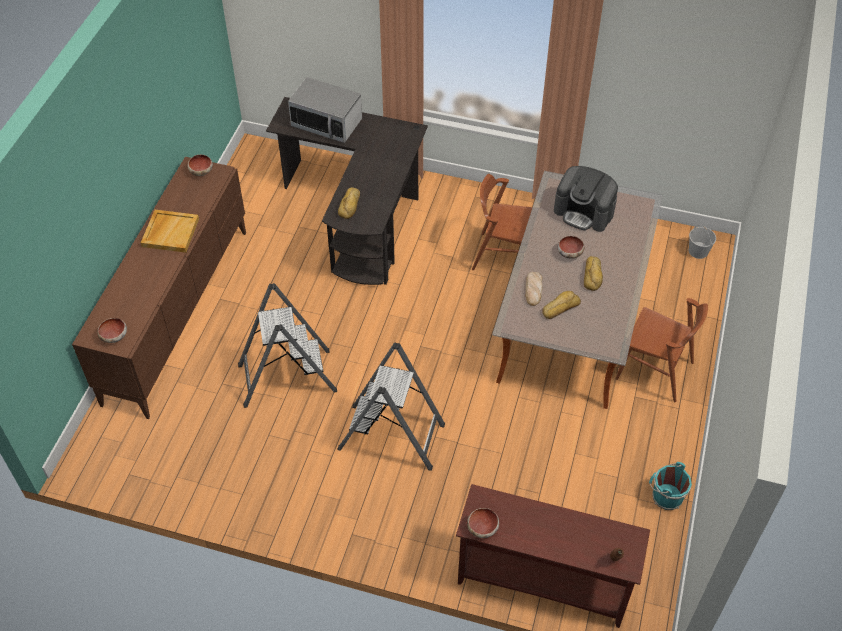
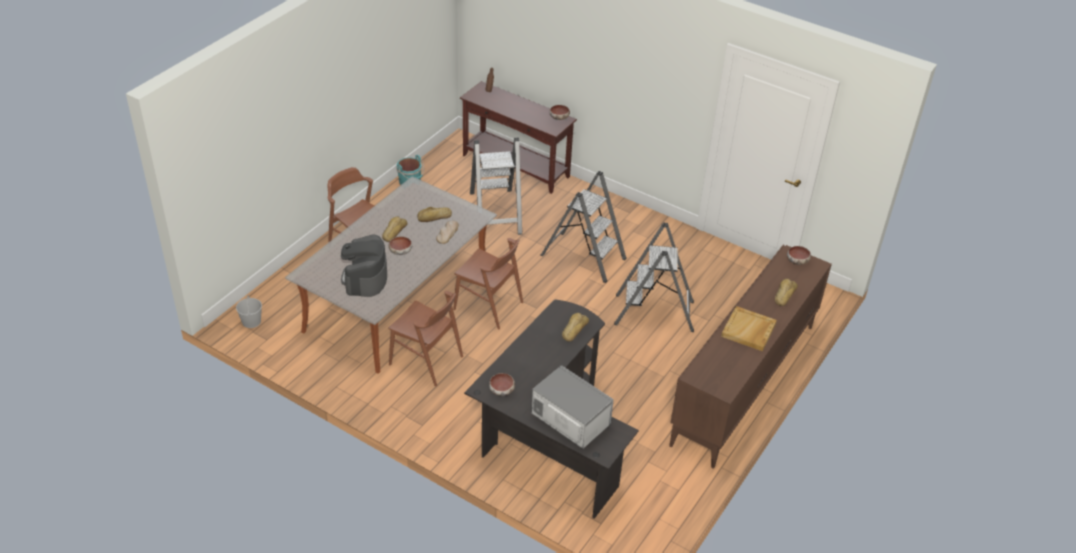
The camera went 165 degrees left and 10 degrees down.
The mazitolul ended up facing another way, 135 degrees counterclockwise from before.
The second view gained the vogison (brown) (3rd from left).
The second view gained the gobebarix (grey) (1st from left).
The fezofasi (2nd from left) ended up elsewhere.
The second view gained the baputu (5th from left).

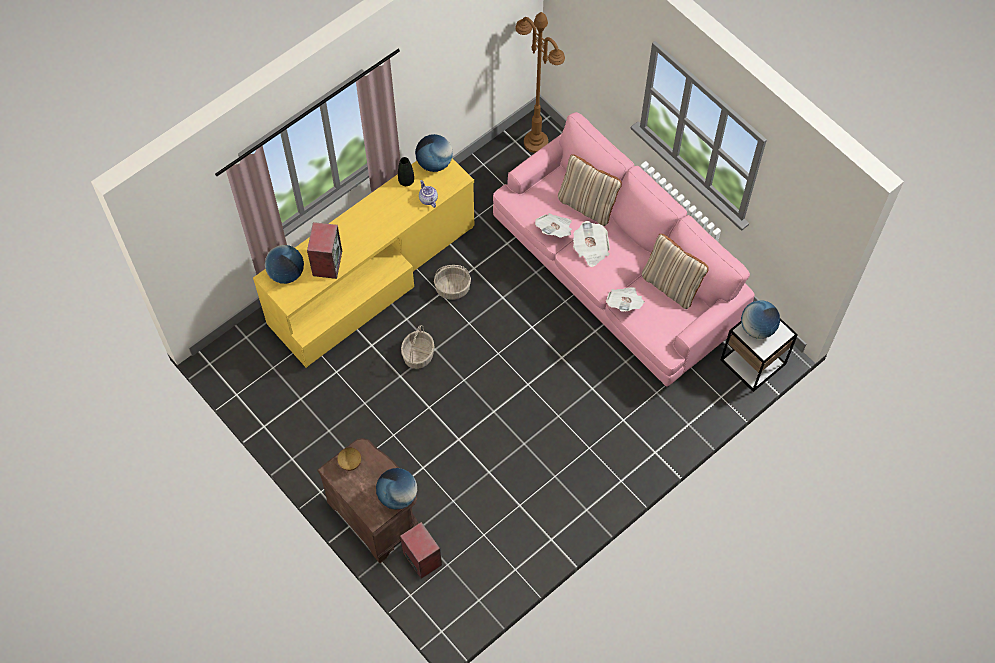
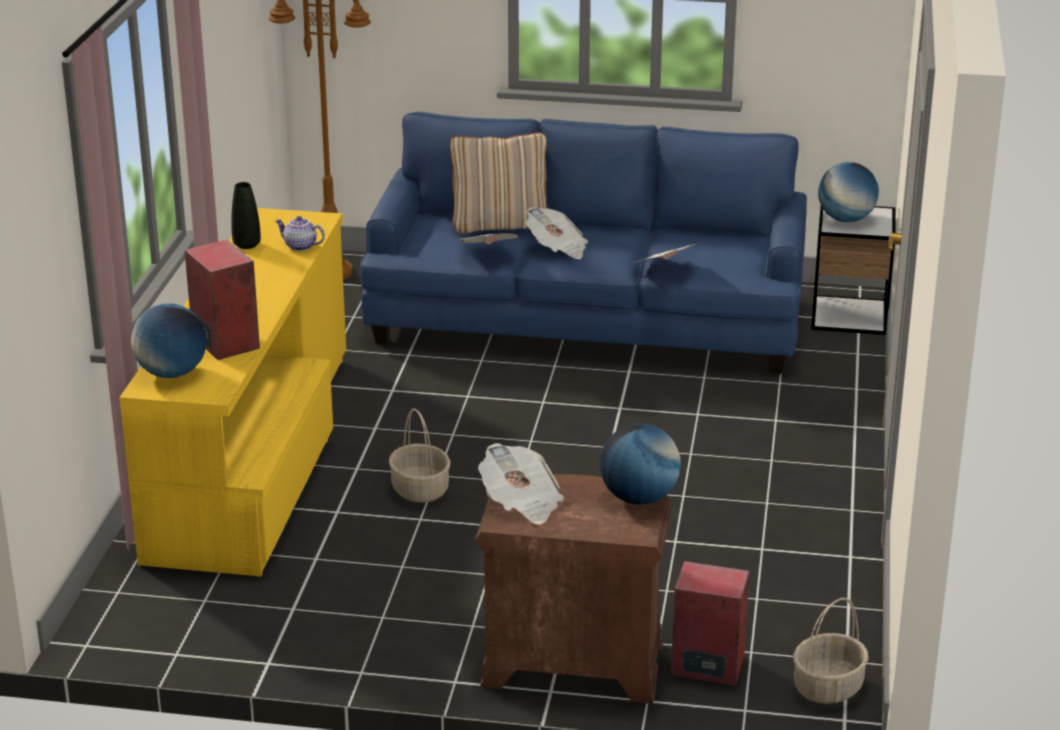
The camera went 40 degrees left and 35 degrees down.
What was the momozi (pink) turned into the momozi (blue).
Where the fezofasi stood, the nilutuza (2nd from left) came to stand.
The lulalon (2nd from left) ended up elsewhere.
The second view lost the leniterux (3rd from left).
The second view lost the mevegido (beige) (2nd from left).

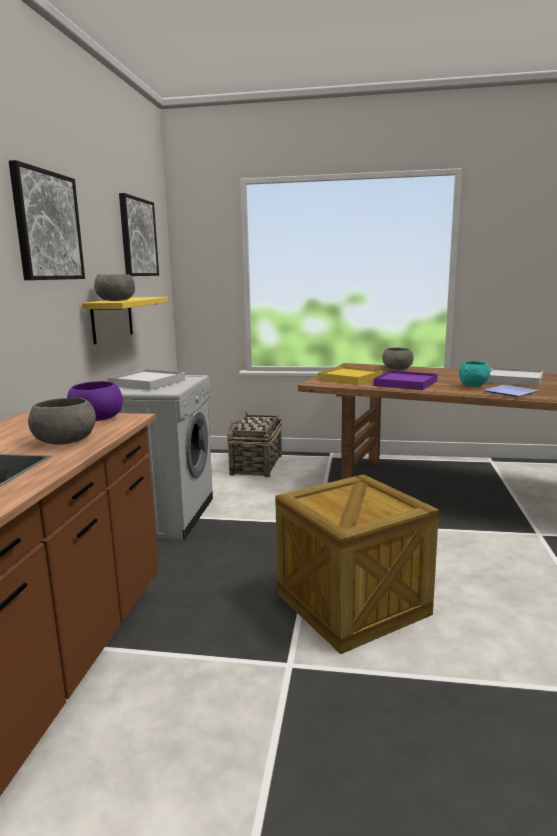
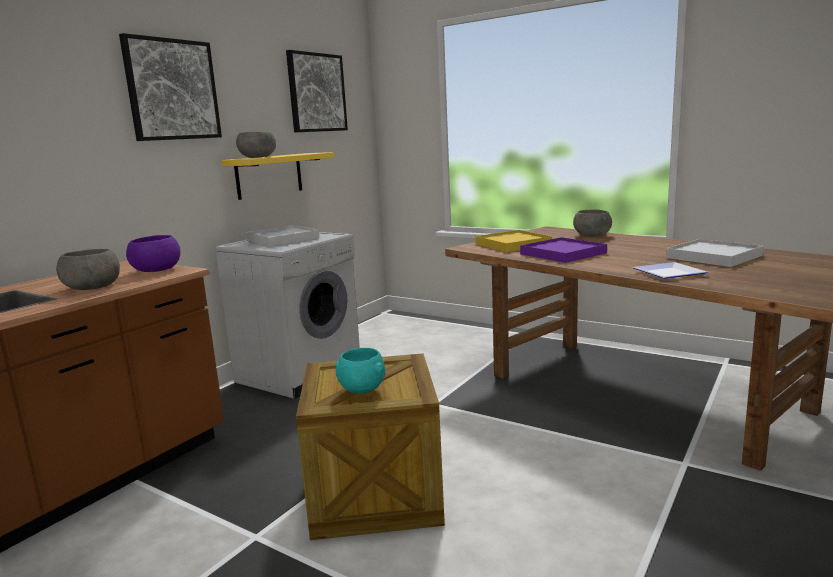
The camera went 25 degrees right and 0 degrees up.
The fezofasi (turquoise) ended up elsewhere.
The second view lost the lulalon.

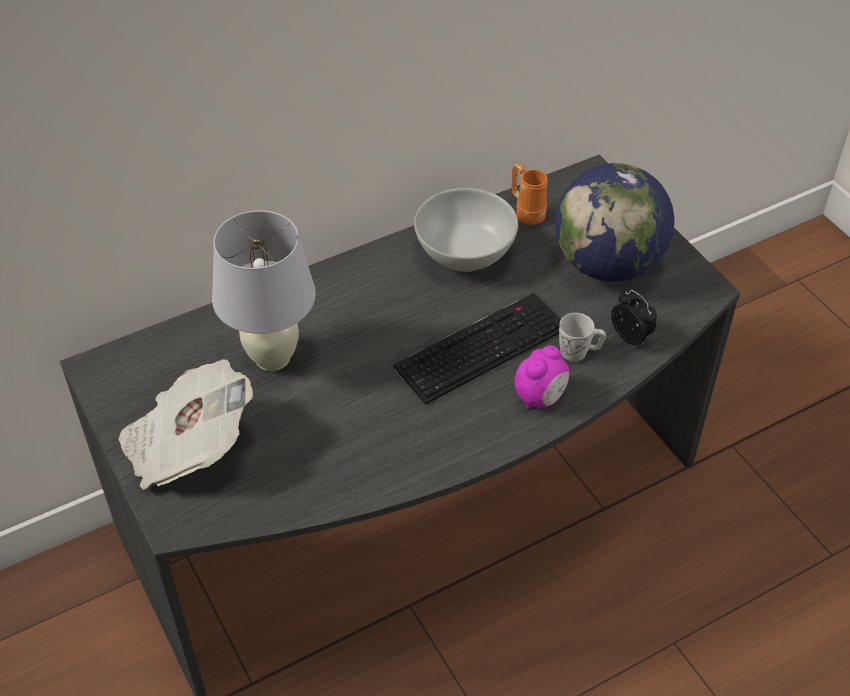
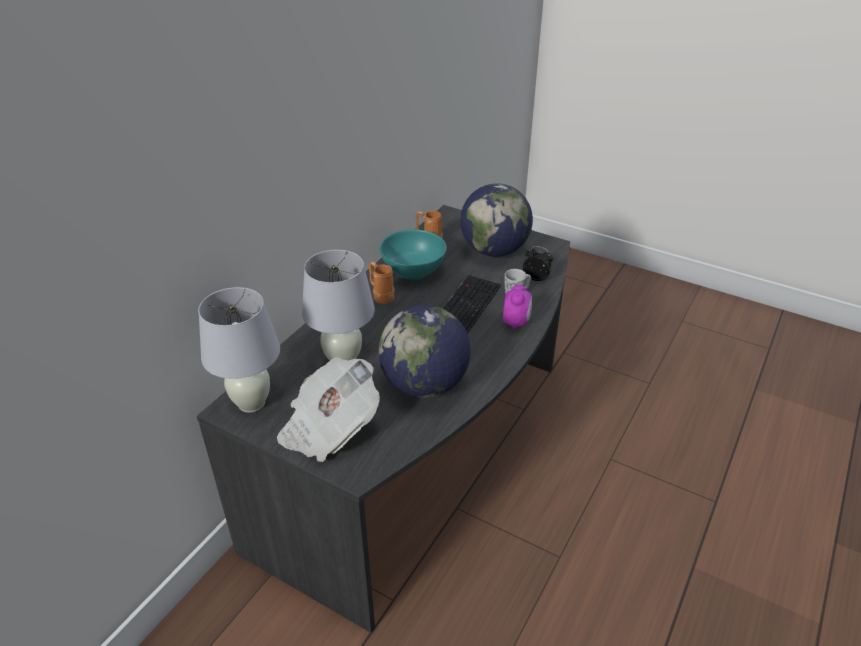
The camera went 30 degrees left and 10 degrees down.
The second view gained the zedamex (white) (1st from left).
The second view gained the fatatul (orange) (1st from left).
What was the fezofasi (white) turned into the fezofasi (turquoise).
The second view gained the leniterux (1st from left).

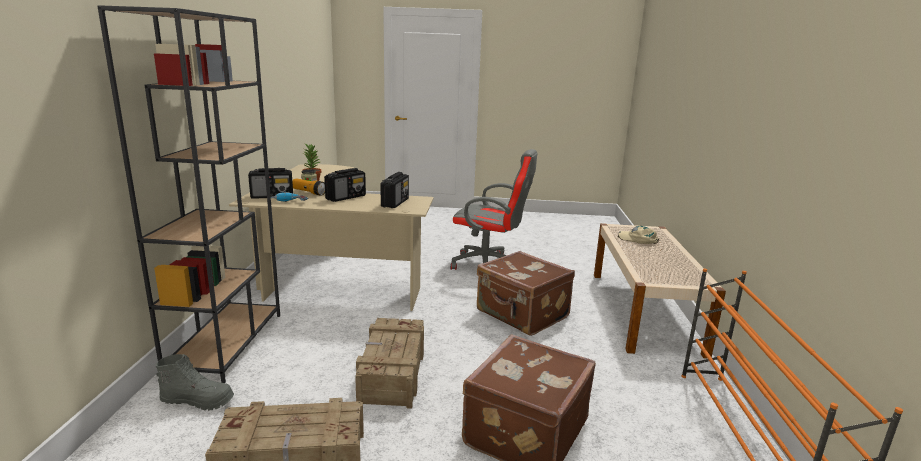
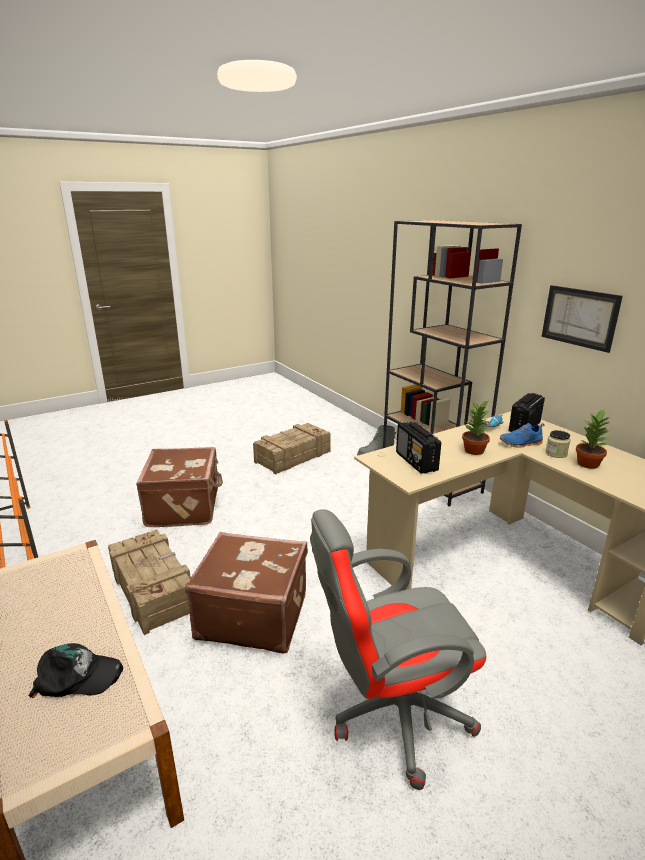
The camera went 145 degrees right and 5 degrees up.
What was the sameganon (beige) turned into the sameganon (black).
The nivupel (2nd from left in the first image) ended up elsewhere.
Where the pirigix (2nd from left) stood, the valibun (1st from left) came to stand.
Where the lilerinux stood, the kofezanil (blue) came to stand.
The second view gained the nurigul.

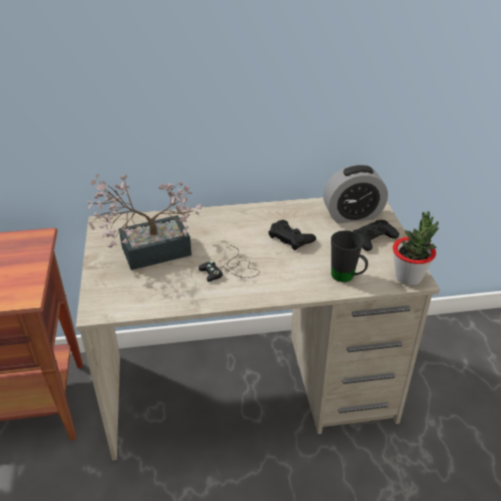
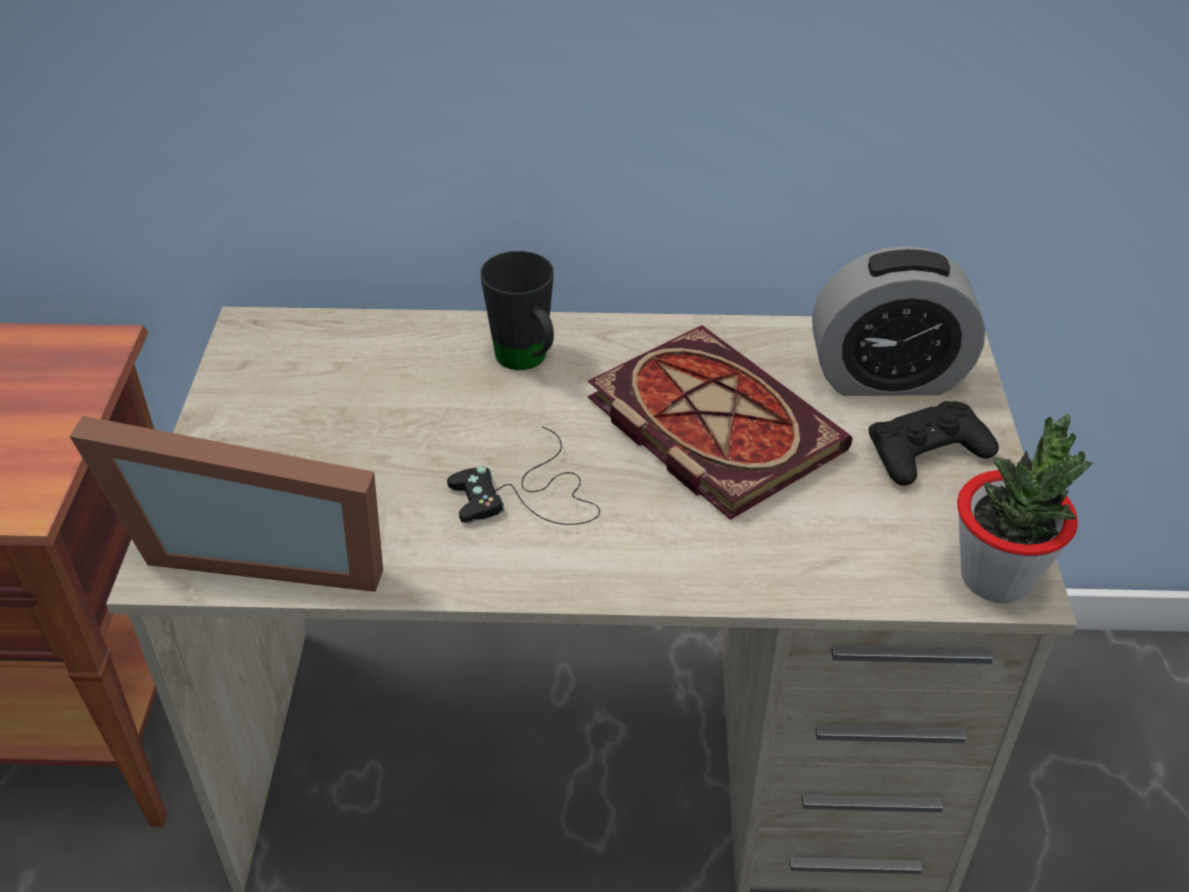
The camera went 10 degrees right and 5 degrees up.
The second view gained the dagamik.
The fatatul (black) ended up elsewhere.
Where the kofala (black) (2nd from left) stood, the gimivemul came to stand.
The second view lost the valibun (1st from left).

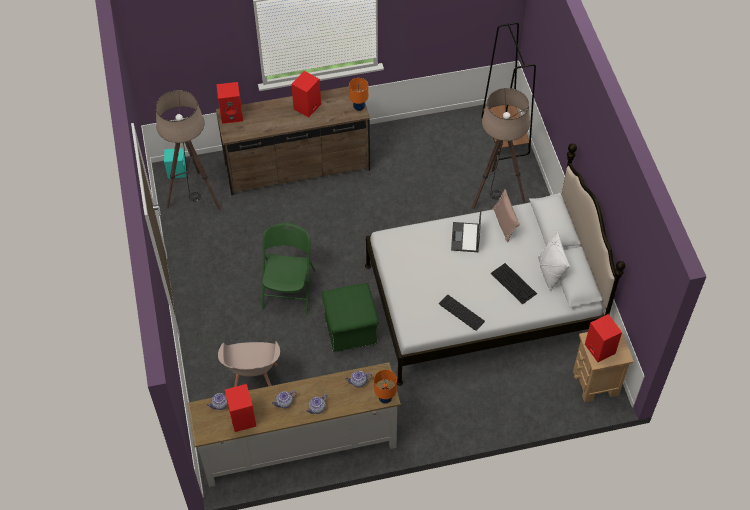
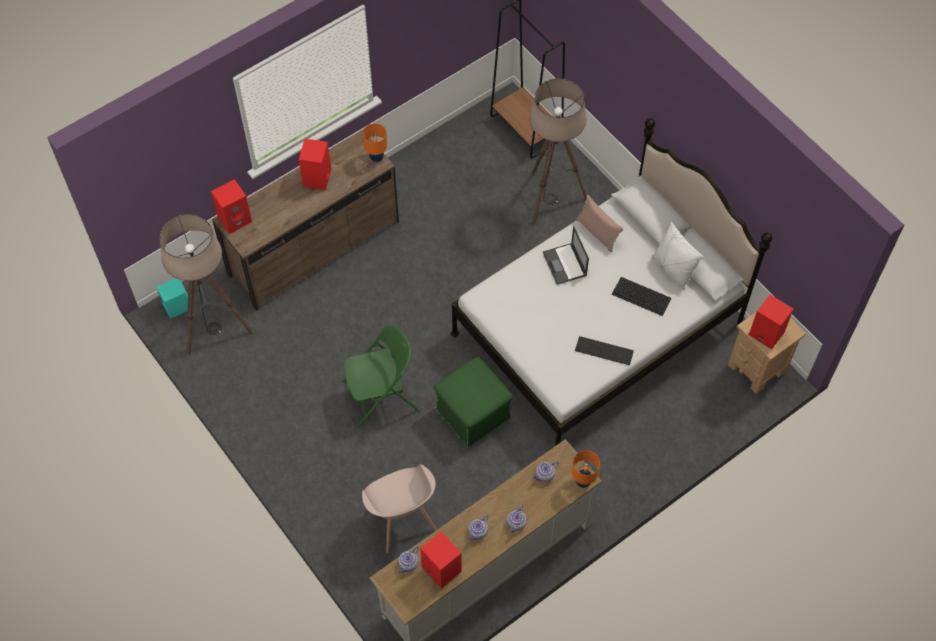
The camera went 25 degrees left and 5 degrees up.
The vogison (green) ended up facing another way, 90 degrees clockwise from before.

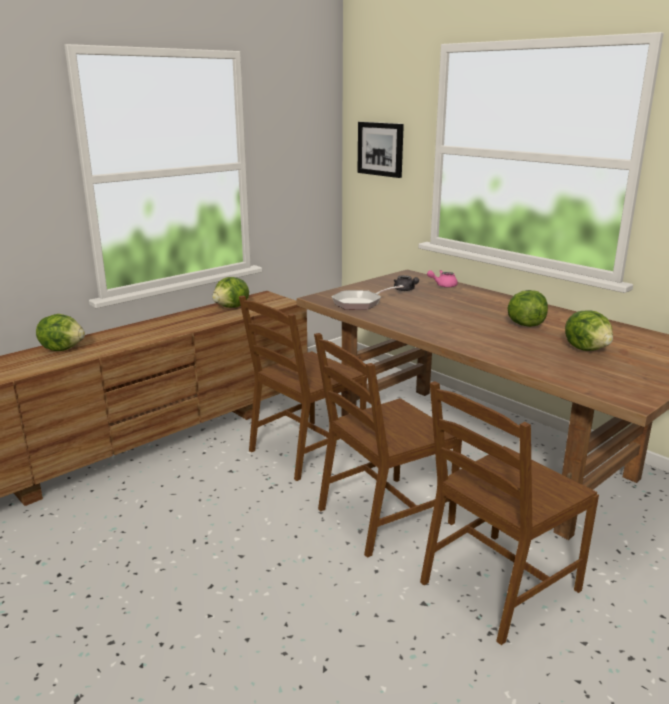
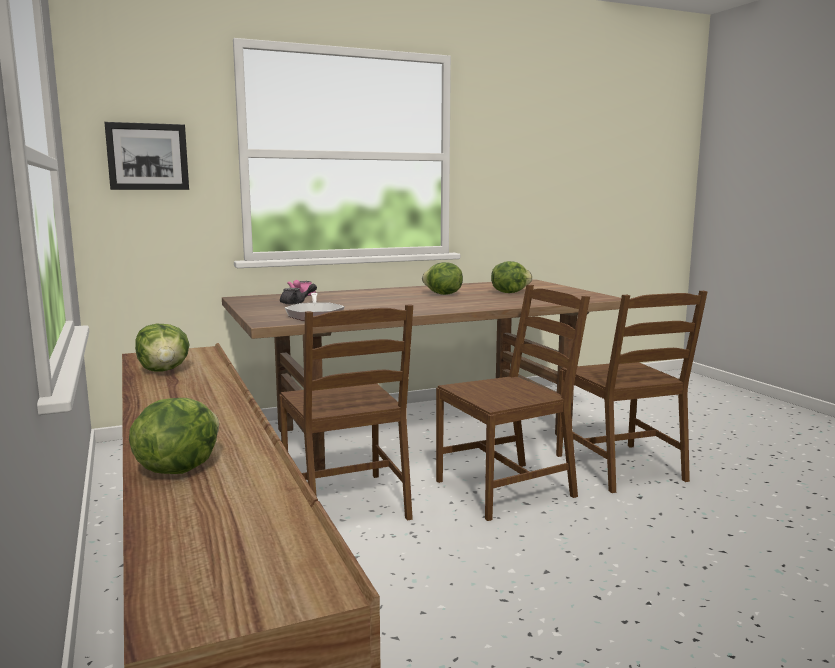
The camera went 70 degrees left and 10 degrees down.
The vogison (brown) (2nd from left) ended up facing another way, 105 degrees counterclockwise from before.

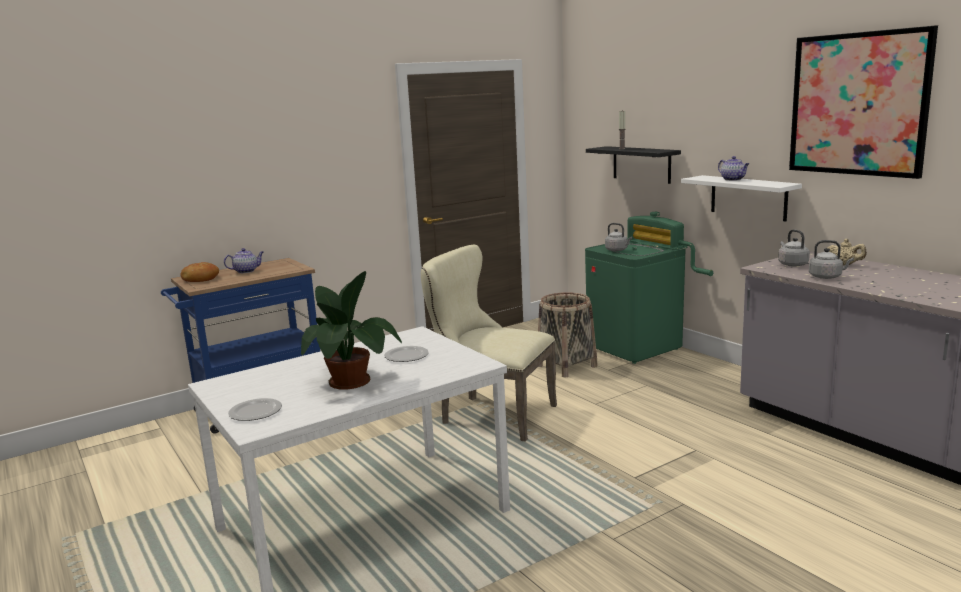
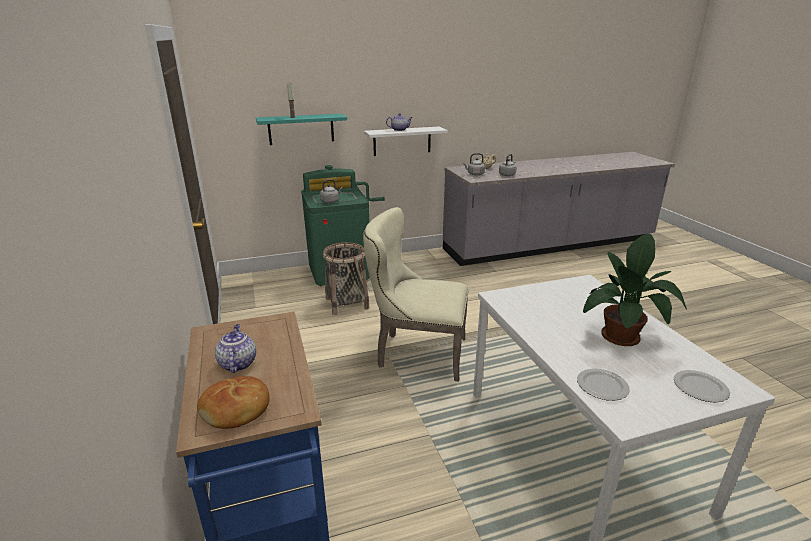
The camera went 75 degrees left and 10 degrees up.
What was the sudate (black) turned into the sudate (turquoise).
The vogison (beige) ended up facing another way, 60 degrees clockwise from before.
The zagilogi (2nd from left in the first image) ended up elsewhere.
The second view lost the nurigul.

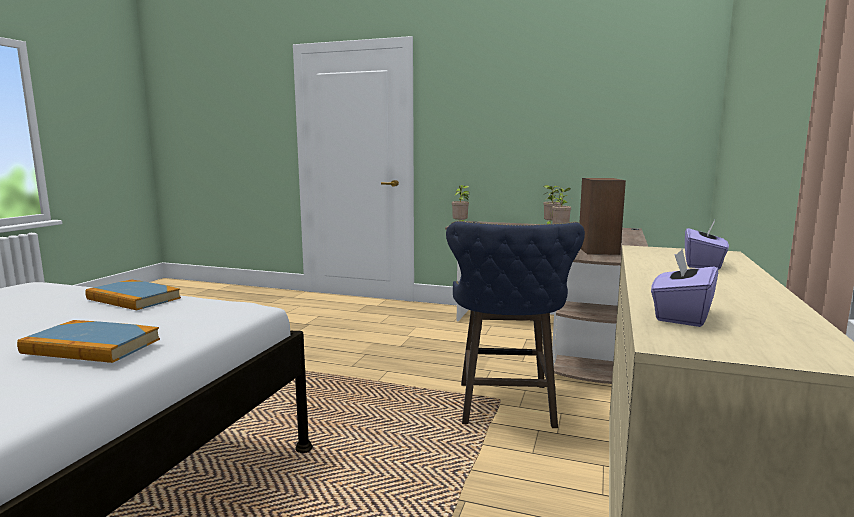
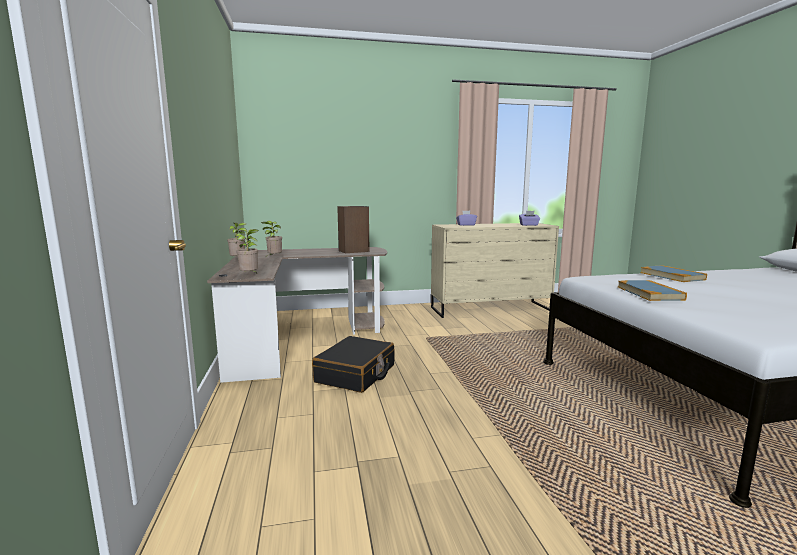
The camera went 120 degrees left and 0 degrees up.
The second view gained the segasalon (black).
The second view lost the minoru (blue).

